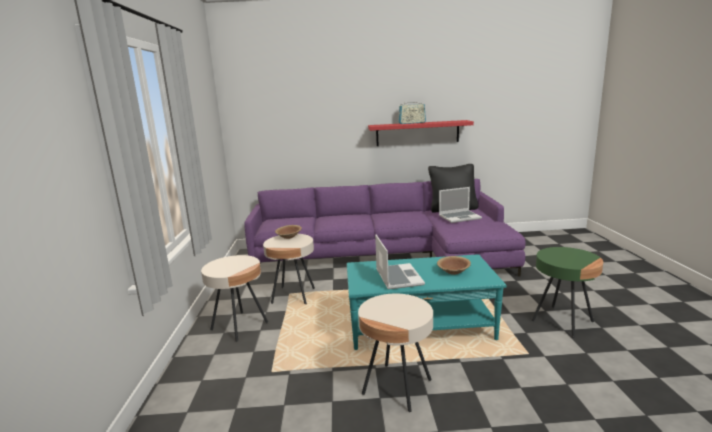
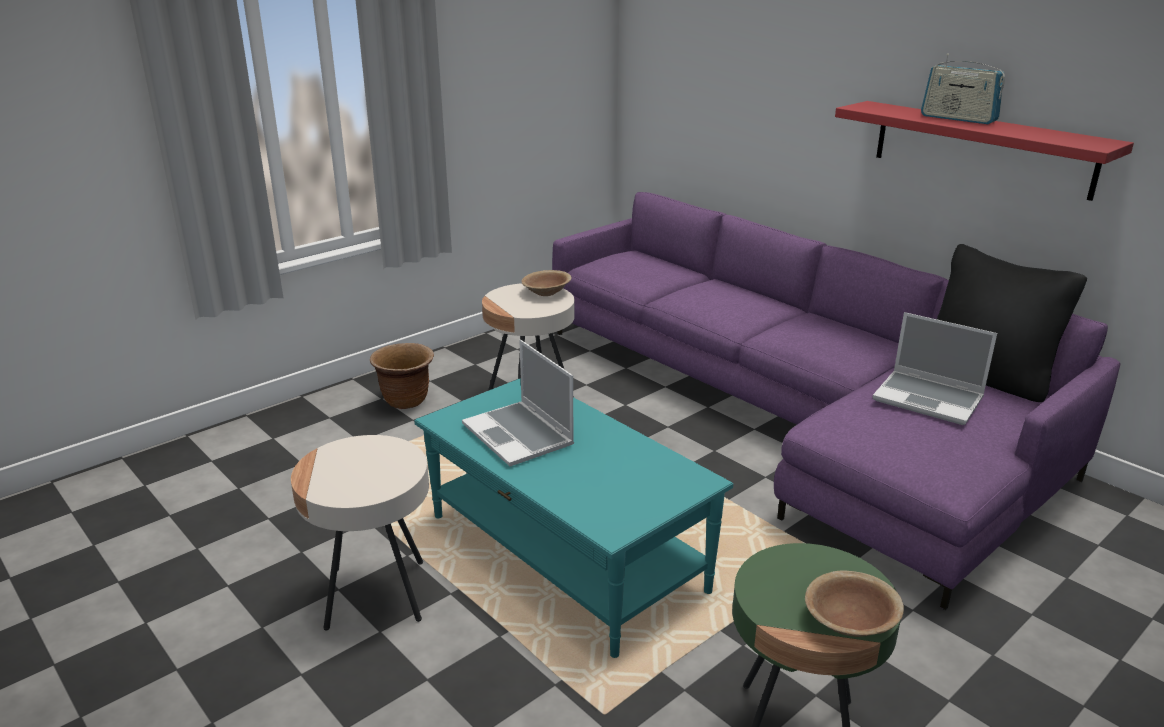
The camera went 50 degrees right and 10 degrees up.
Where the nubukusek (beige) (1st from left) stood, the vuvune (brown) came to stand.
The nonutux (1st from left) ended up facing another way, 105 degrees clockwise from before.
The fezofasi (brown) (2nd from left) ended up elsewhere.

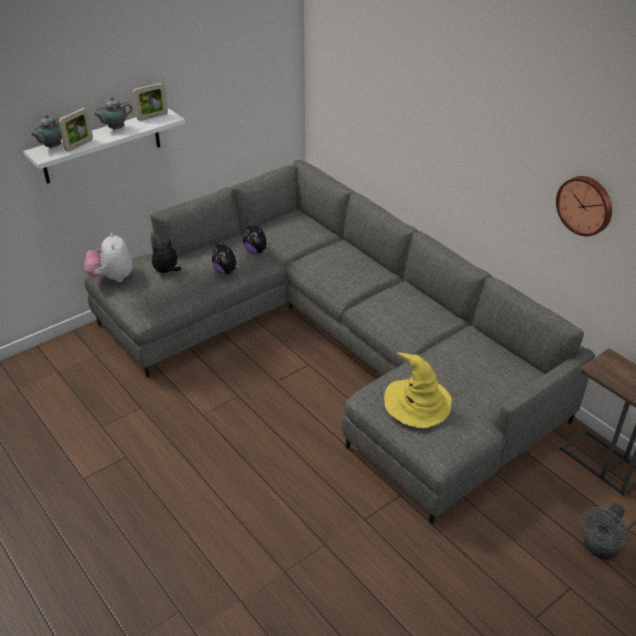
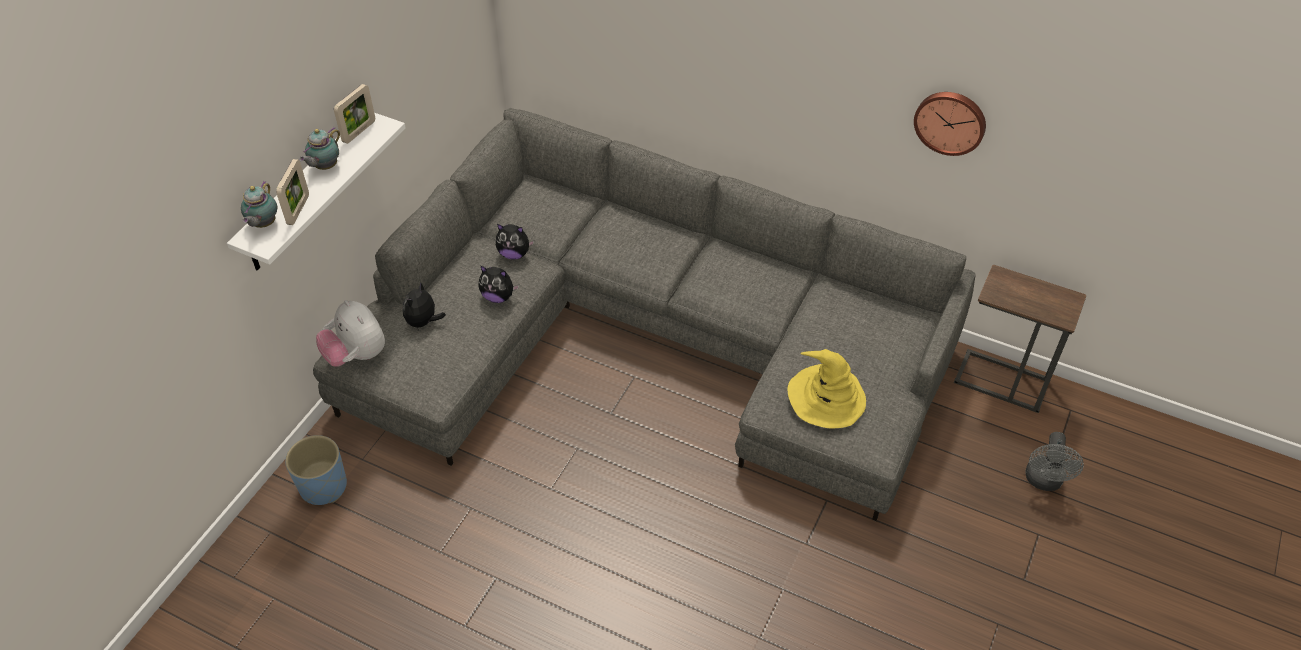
The camera went 25 degrees left and 10 degrees up.
The second view gained the vuvune (blue).

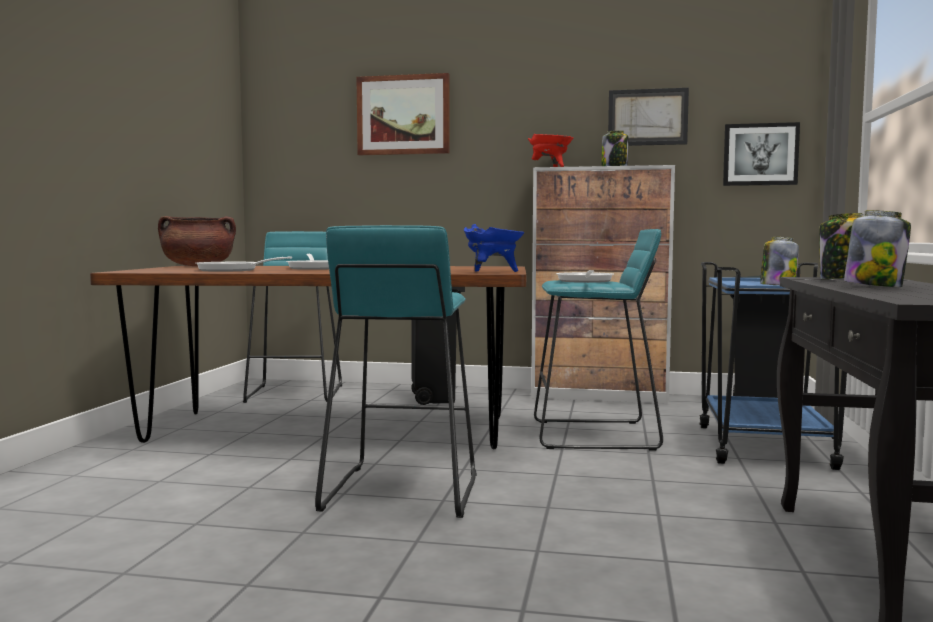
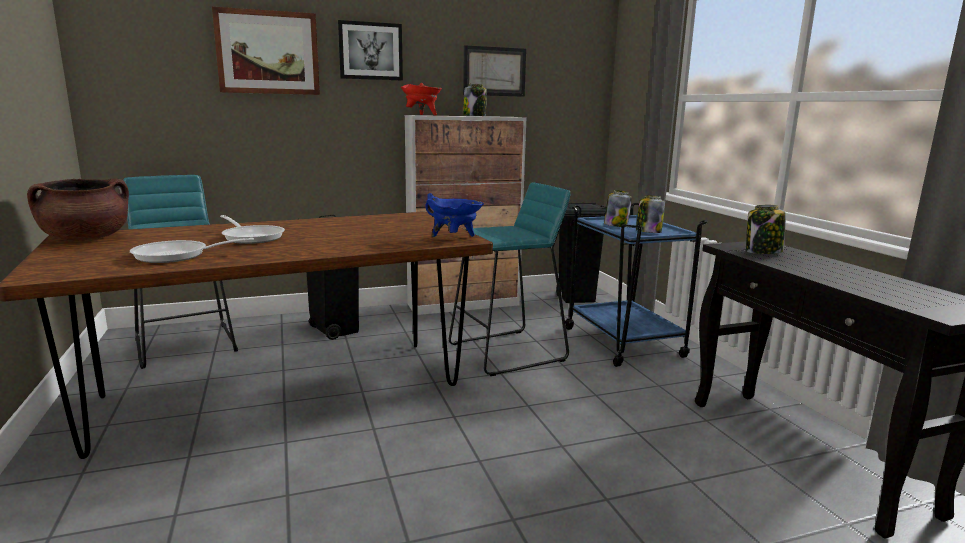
The camera went 30 degrees left and 10 degrees up.
The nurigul (3rd from left in the first image) ended up elsewhere.
The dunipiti (4th from left in the first image) ended up elsewhere.
The second view lost the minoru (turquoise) (2nd from left).
The second view lost the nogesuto (3rd from left).

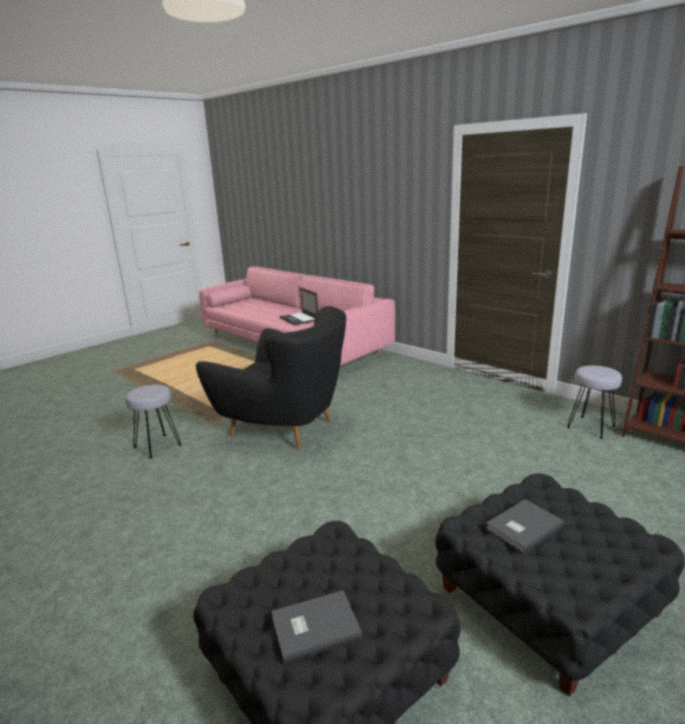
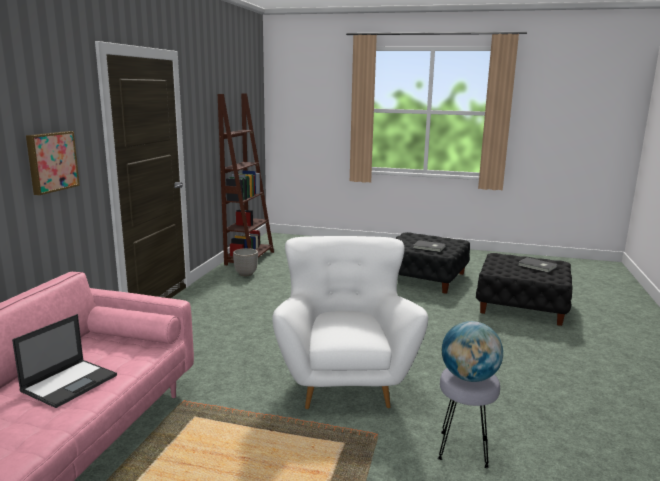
The camera went 120 degrees left and 5 degrees down.
The second view gained the nurigul.
Where the minoru (grey) (2nd from left) stood, the vuvune came to stand.
What was the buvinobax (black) turned into the buvinobax (white).
The second view gained the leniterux.

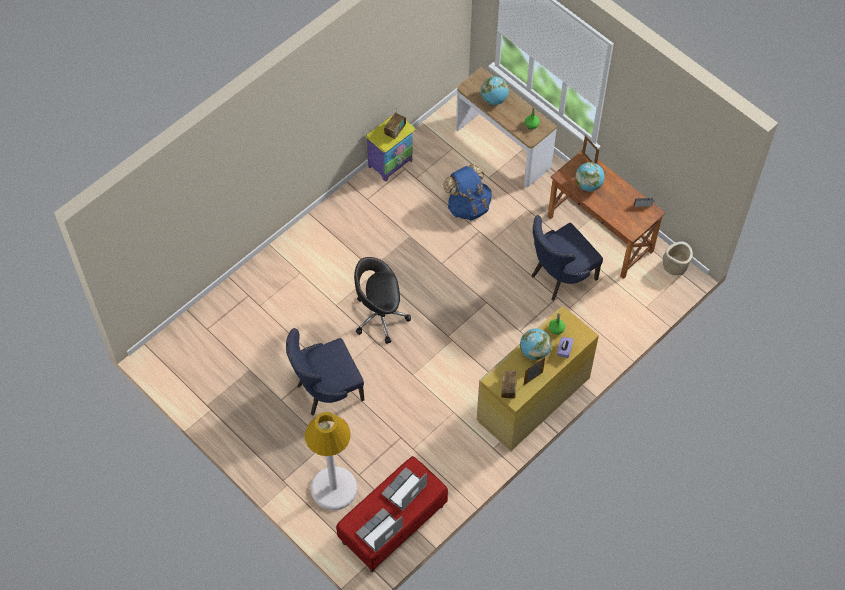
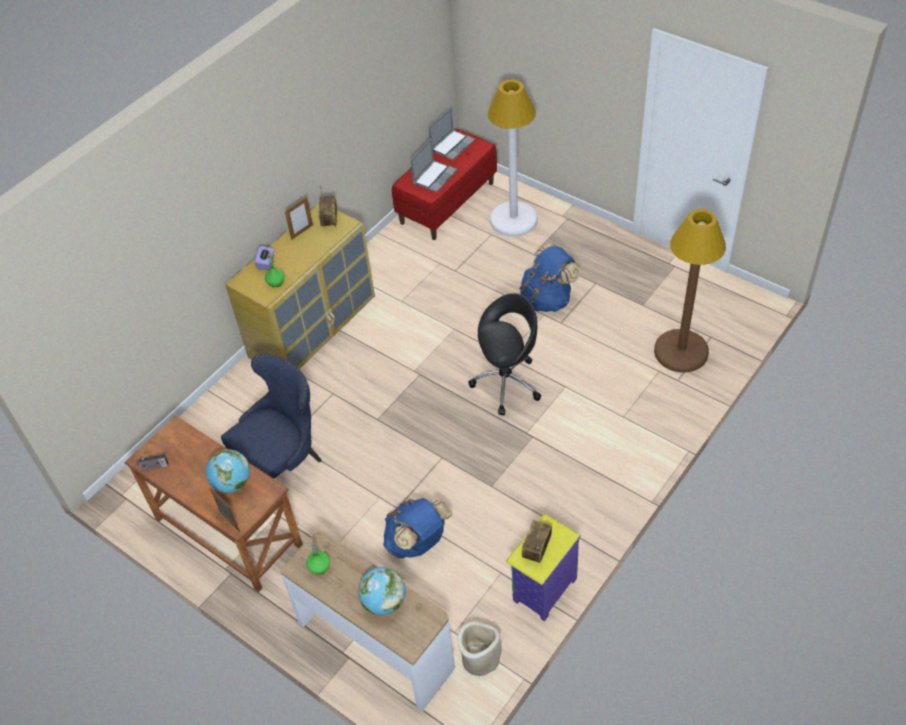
The camera went 175 degrees right and 10 degrees down.
The vuvune (beige) ended up elsewhere.
Where the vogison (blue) (1st from left) stood, the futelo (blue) (2nd from left) came to stand.
The second view gained the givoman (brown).
The second view lost the leniterux (2nd from left).

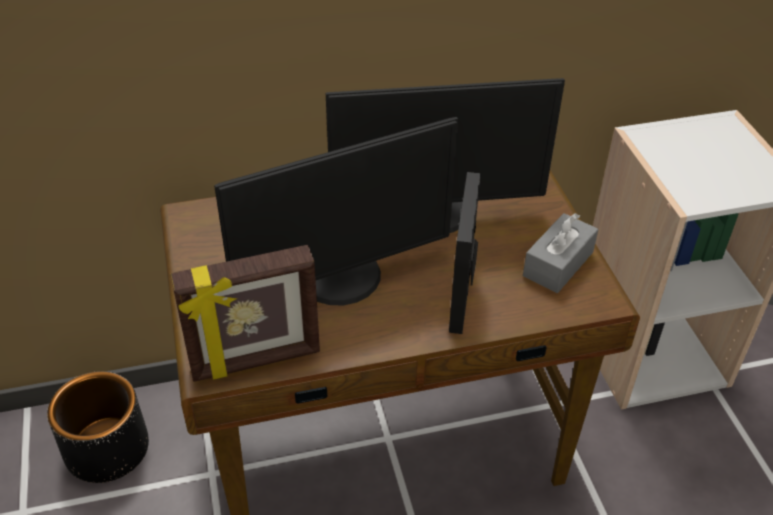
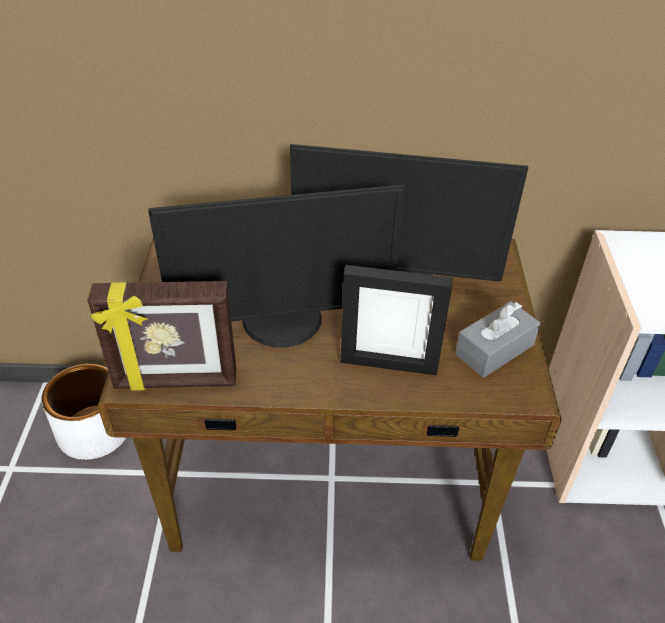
The camera went 15 degrees right and 0 degrees up.
What was the vuvune (black) turned into the vuvune (white).
The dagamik (2nd from left) ended up facing another way, 105 degrees counterclockwise from before.

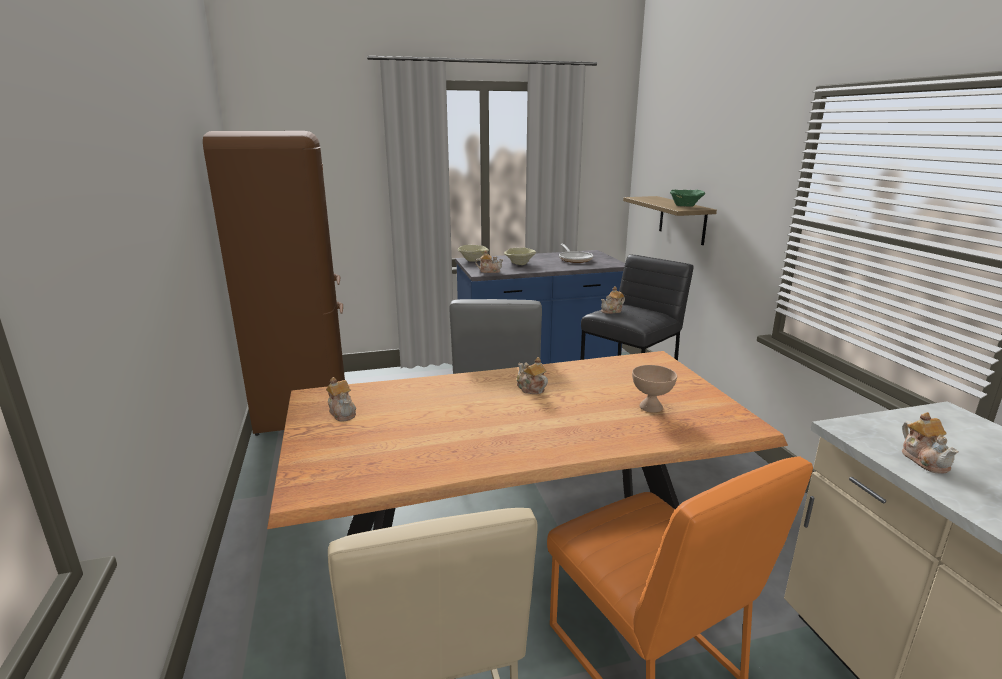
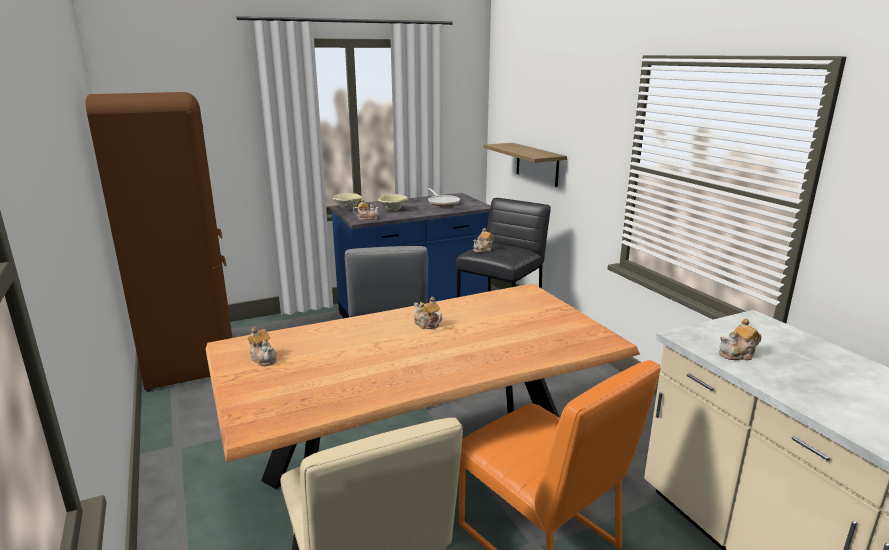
The camera went 10 degrees left and 0 degrees up.
The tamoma (5th from left) ended up facing another way, 90 degrees clockwise from before.
The second view lost the fezofasi (beige) (3rd from left).
The second view lost the fezofasi (green).

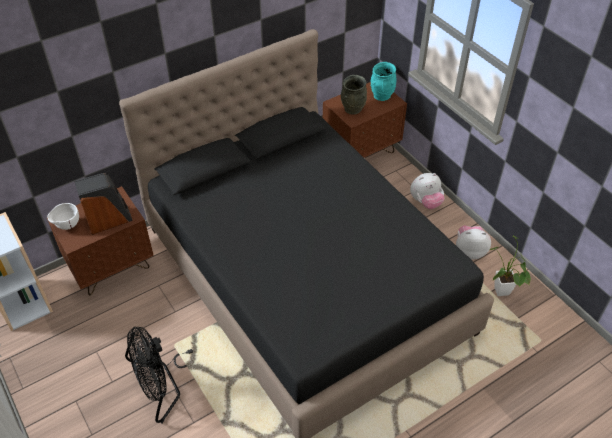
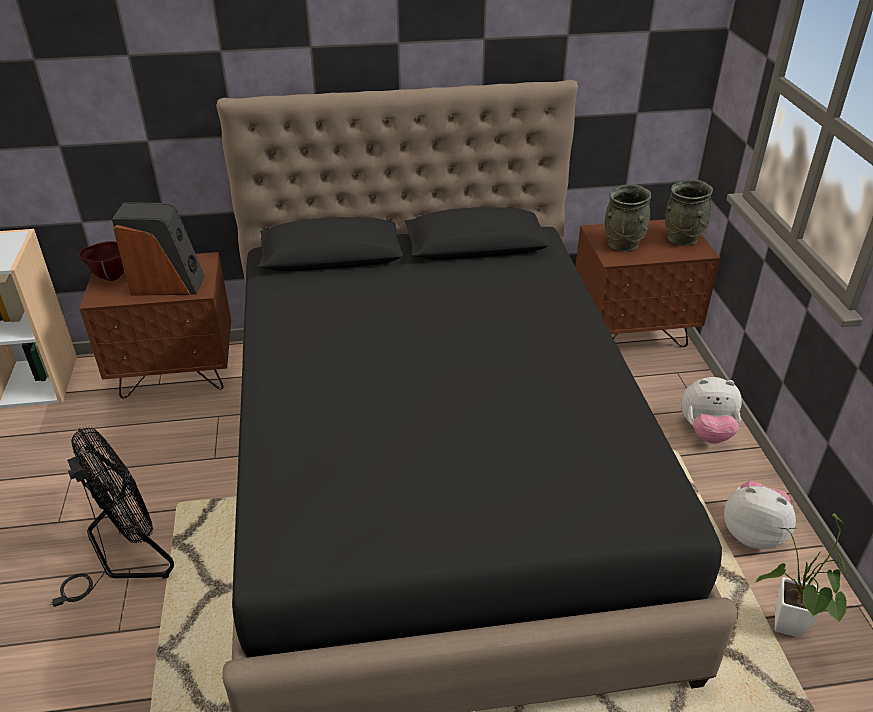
The camera went 25 degrees right and 10 degrees down.
The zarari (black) ended up facing another way, 150 degrees clockwise from before.
What was the fezofasi (white) turned into the fezofasi (brown).
What was the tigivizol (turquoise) turned into the tigivizol (grey) (2nd from left).

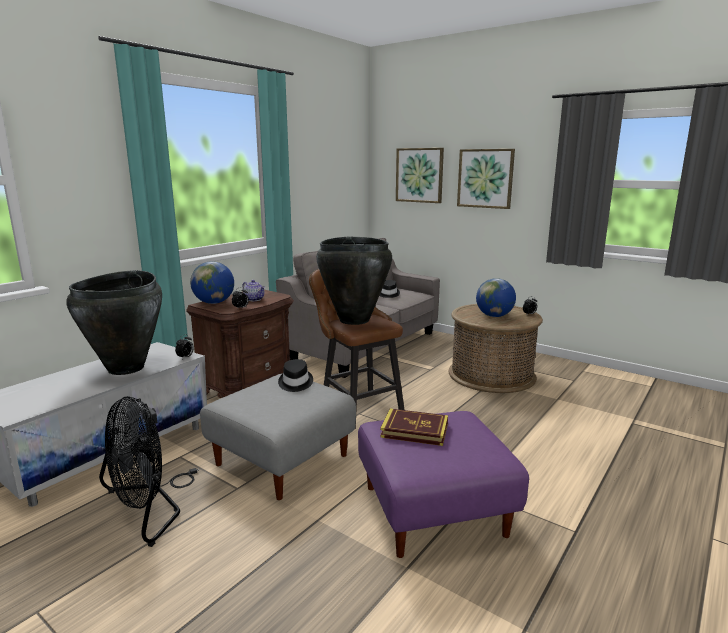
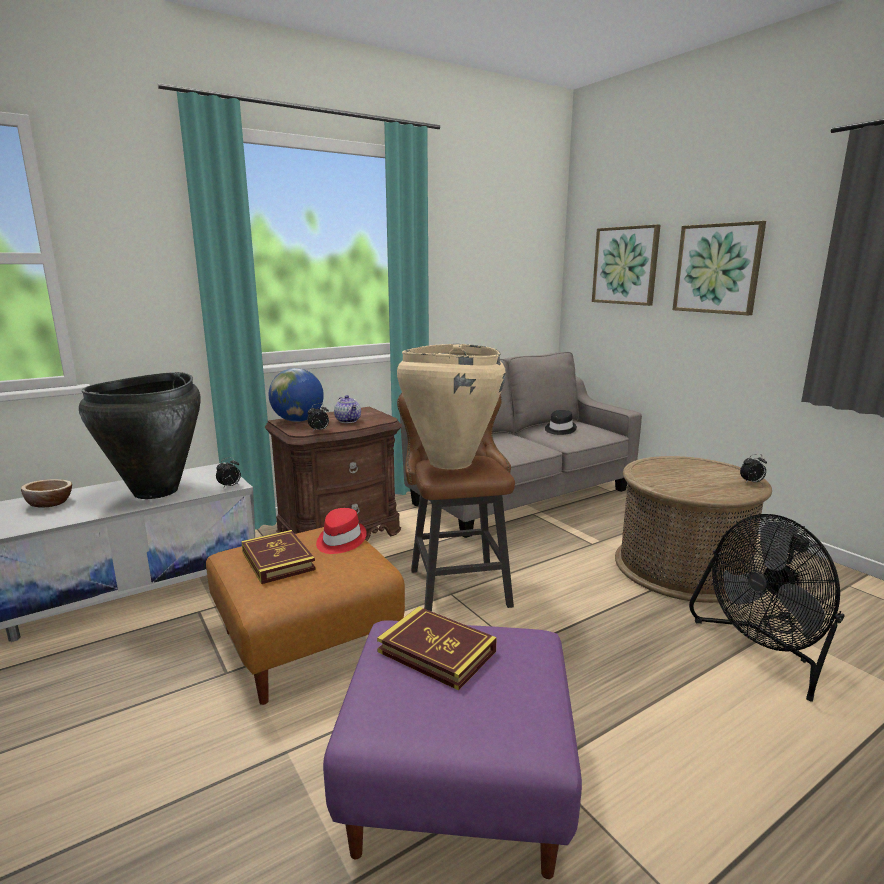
The camera went 20 degrees right and 0 degrees up.
The second view gained the fezofasi.
What was the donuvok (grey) turned into the donuvok (brown).
The second view gained the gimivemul (1st from left).
What was the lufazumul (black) (1st from left) turned into the lufazumul (red).
What was the tigivizol (black) (2nd from left) turned into the tigivizol (beige).
The zarari (black) ended up elsewhere.
The second view lost the leniterux (2nd from left).

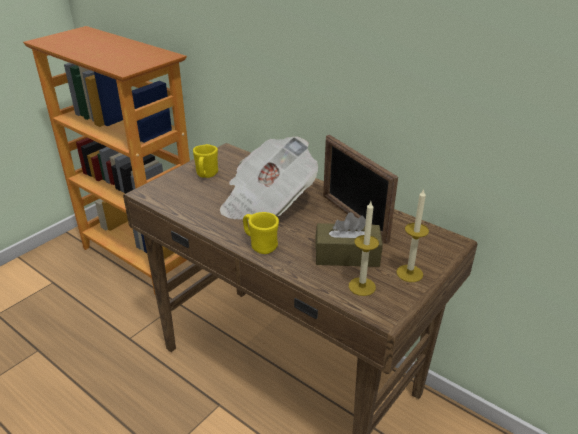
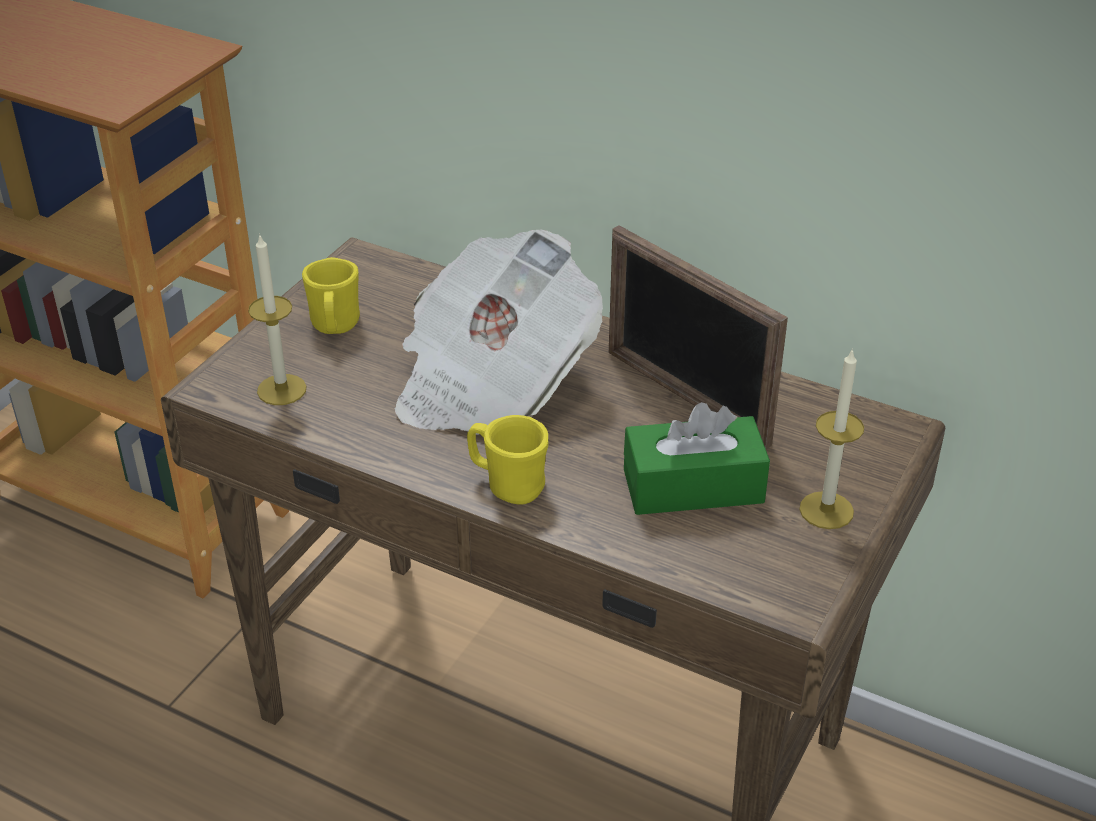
The camera went 10 degrees left and 5 degrees up.
The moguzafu (1st from left) ended up elsewhere.
What was the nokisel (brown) turned into the nokisel (green).

